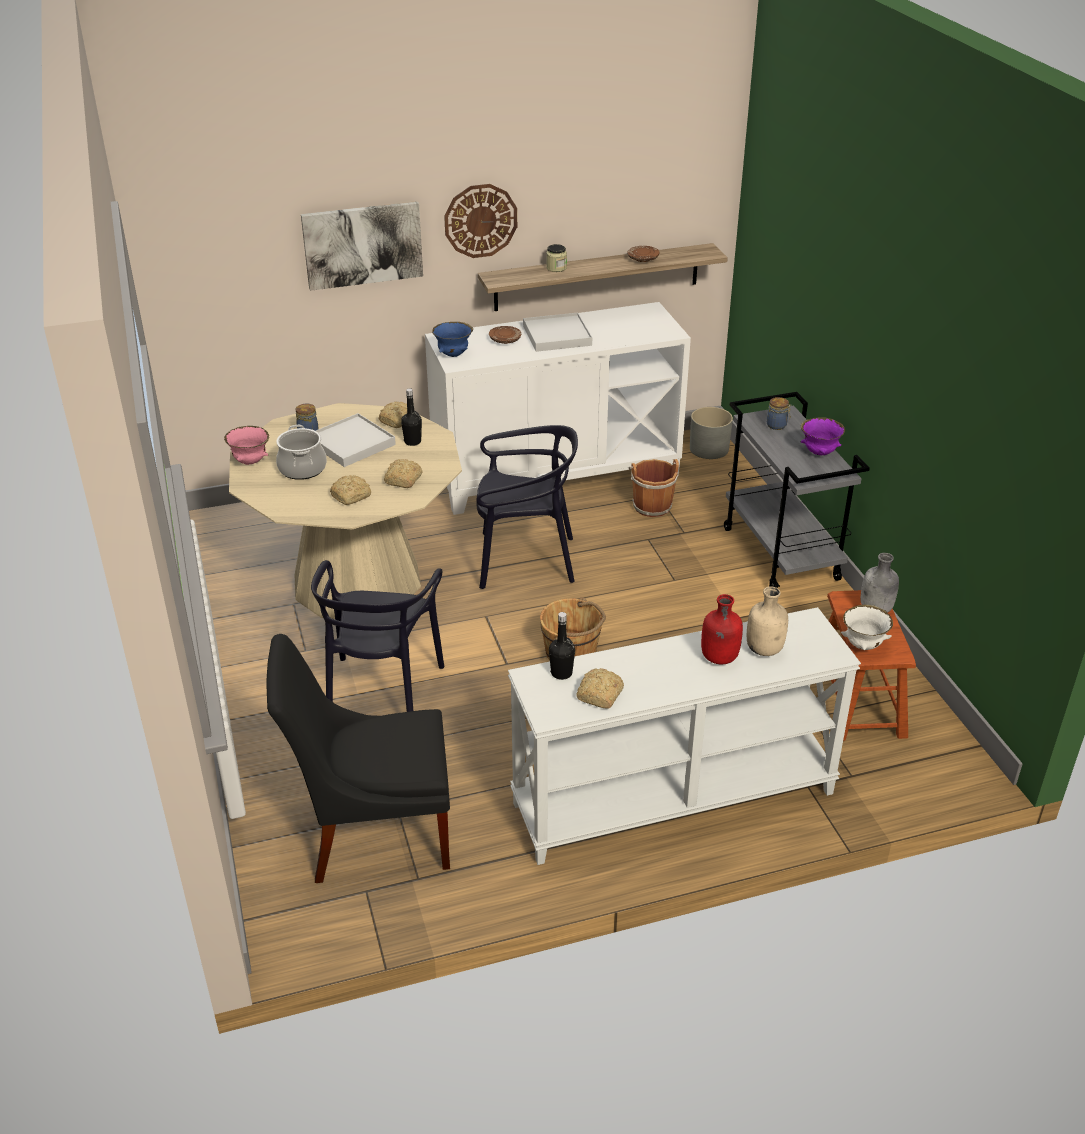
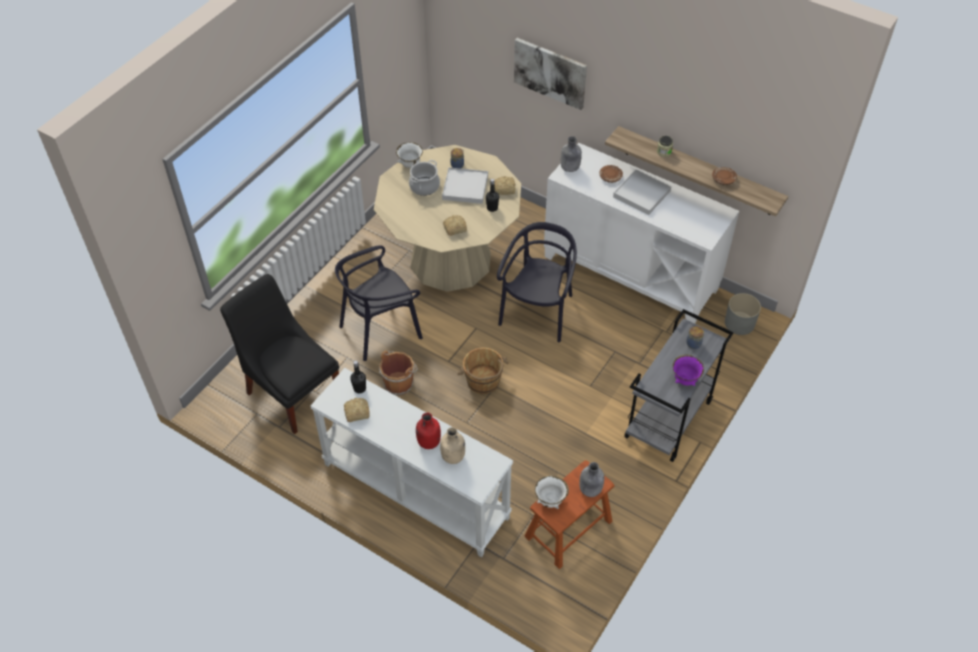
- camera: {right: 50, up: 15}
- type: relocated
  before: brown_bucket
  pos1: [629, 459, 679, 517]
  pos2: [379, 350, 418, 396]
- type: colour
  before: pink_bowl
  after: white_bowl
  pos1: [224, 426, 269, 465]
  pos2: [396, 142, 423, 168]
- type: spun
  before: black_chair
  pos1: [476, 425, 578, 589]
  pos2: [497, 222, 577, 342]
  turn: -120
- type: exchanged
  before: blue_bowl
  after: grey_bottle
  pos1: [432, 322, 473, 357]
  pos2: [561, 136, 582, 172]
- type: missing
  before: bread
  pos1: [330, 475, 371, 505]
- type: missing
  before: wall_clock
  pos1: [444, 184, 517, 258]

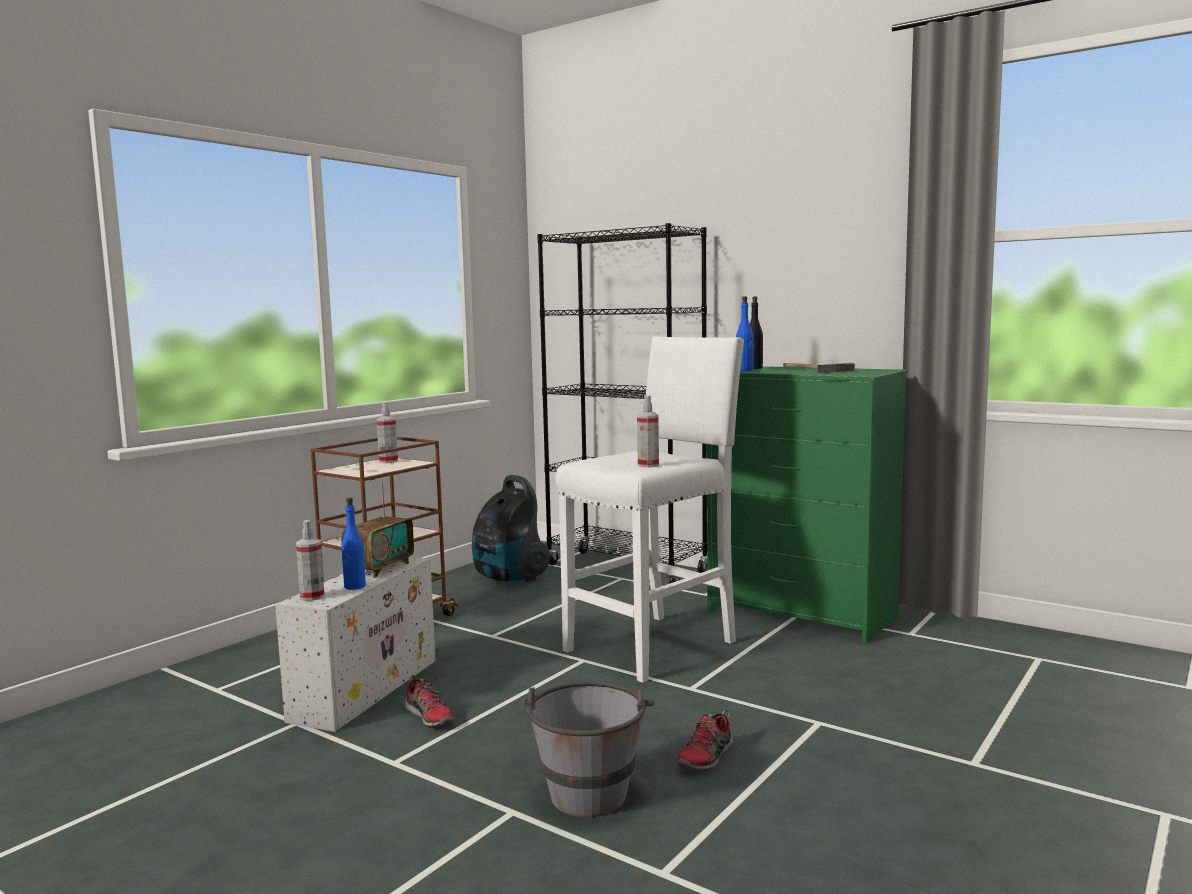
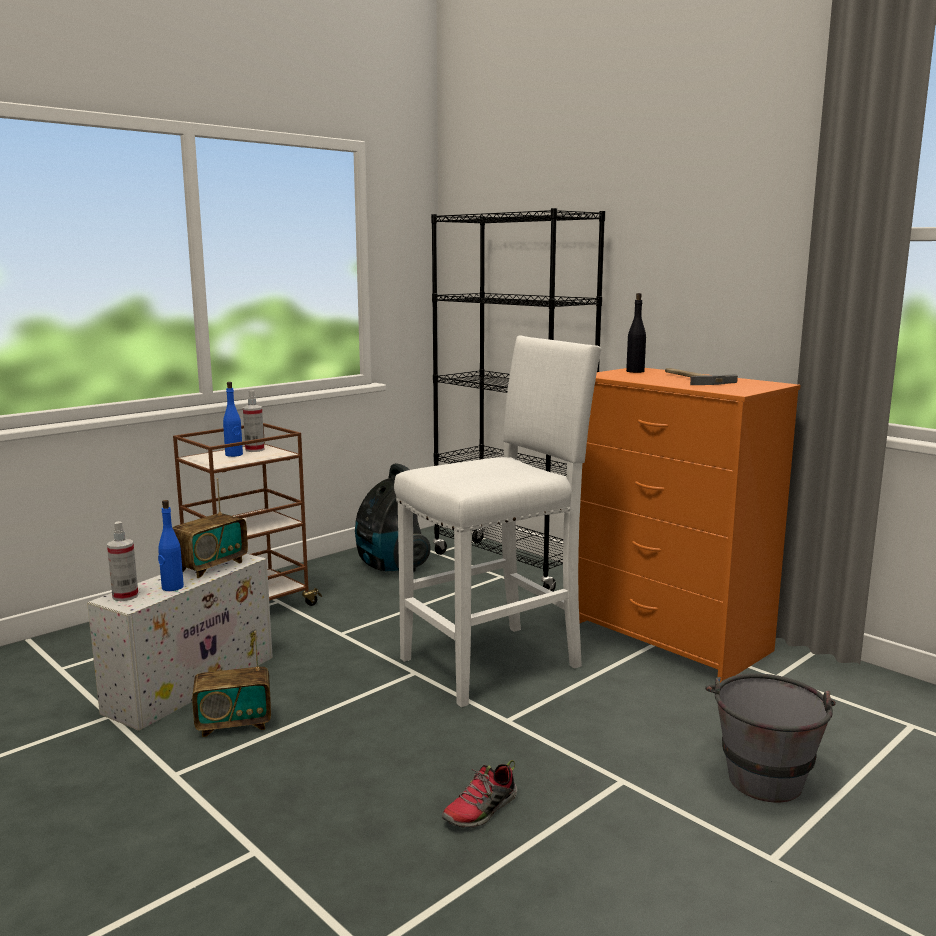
- camera: {right: 10, up: 5}
- type: exchanged
  before: shoe
  after: radio
  pos1: [405, 675, 454, 727]
  pos2: [192, 631, 271, 737]
- type: relocated
  before: blue_bottle
  pos1: [736, 296, 754, 371]
  pos2: [223, 382, 243, 457]
- type: colour
  before: green_dresser
  after: orange_dresser
  pos1: [707, 366, 908, 644]
  pos2: [578, 368, 801, 682]
- type: relocated
  before: grey_bucket
  pos1: [523, 681, 654, 817]
  pos2: [705, 673, 836, 802]
- type: missing
  before: spray_bottle
  pos1: [637, 395, 659, 468]

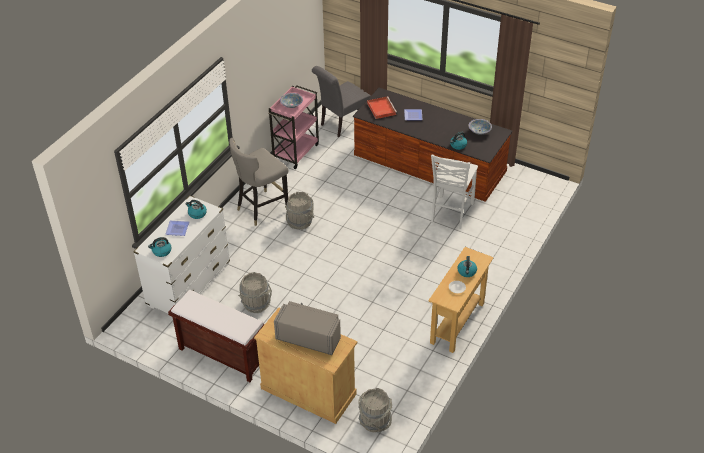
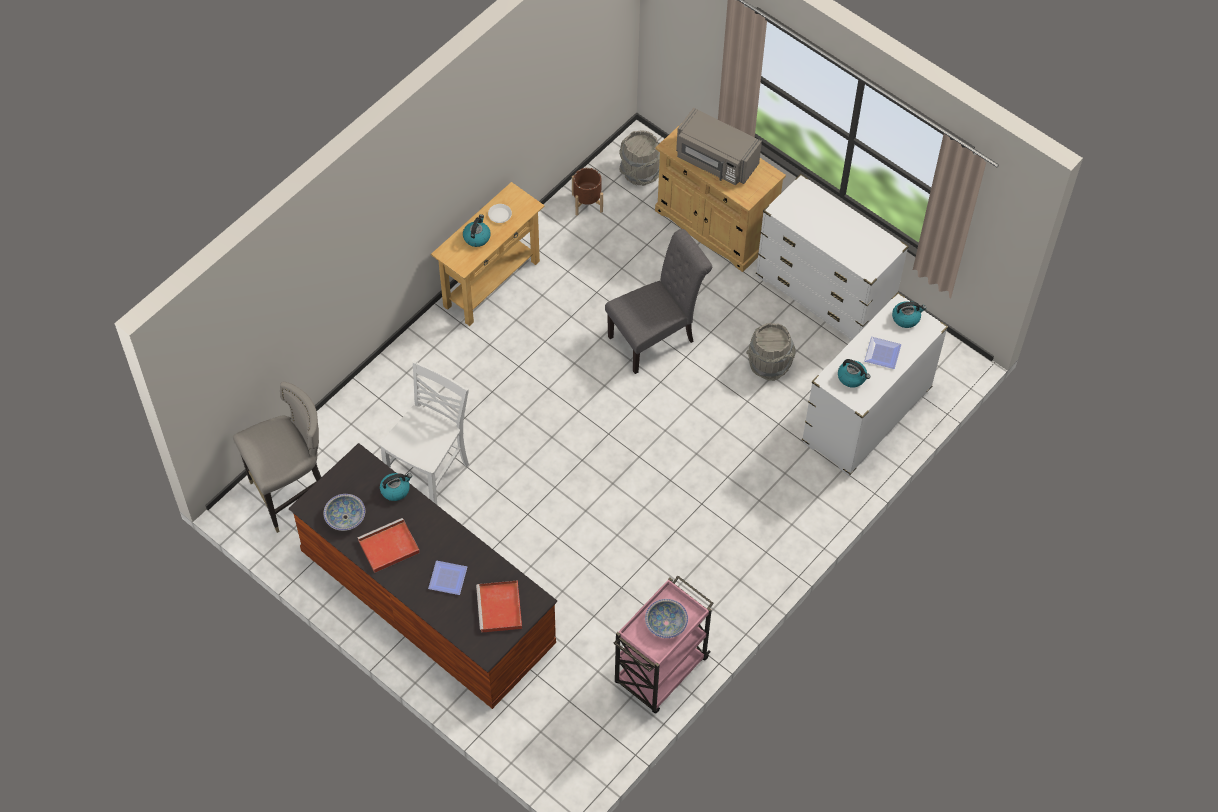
- camera: {right: -170, up: 15}
- type: relocated
  before: grey_stool
  pos1: [229, 138, 288, 226]
  pos2: [233, 382, 321, 533]
- type: appeared
  after: red_tray
  pos2: [358, 518, 420, 573]
- type: appeared
  after: brown_planter
  pos2: [572, 168, 603, 215]
- type: relocated
  before: grey_chair
  pos1: [312, 66, 371, 137]
  pos2: [605, 229, 712, 374]
- type: exchanged
  before: brown_bench
  after: white_dresser
  pos1: [168, 290, 265, 382]
  pos2: [756, 174, 909, 342]
- type: missing
  before: grey_bucket
  pos1: [285, 192, 315, 230]

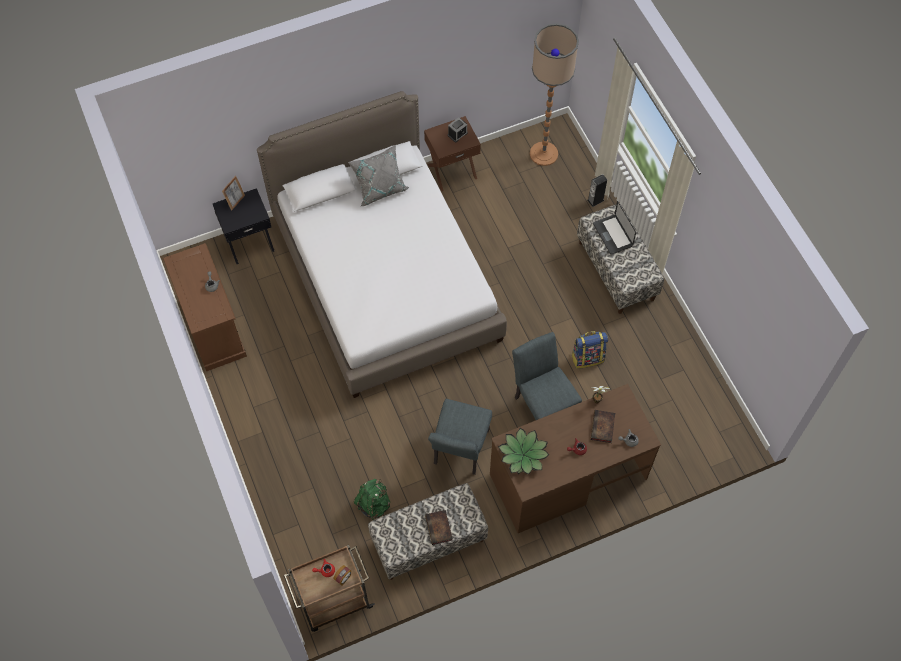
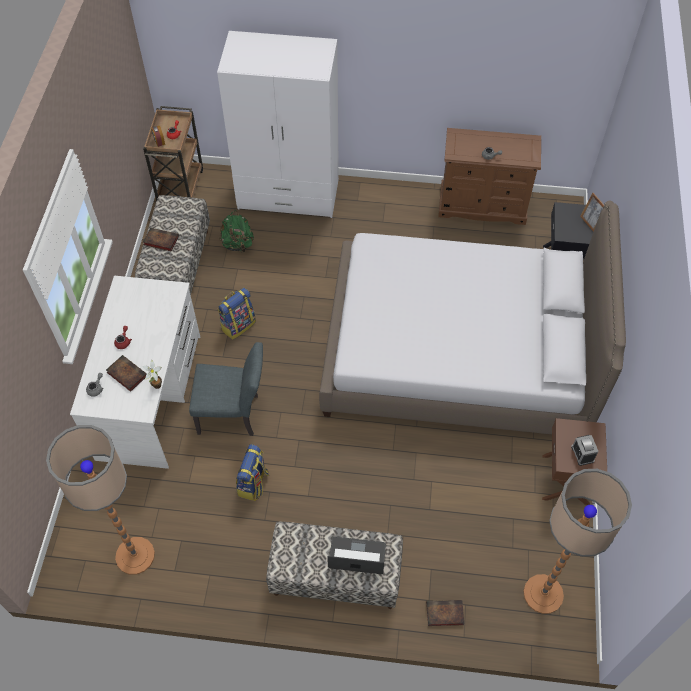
- camera: {right: 120, up: -5}
- type: appeared
  after: floor_lamp
  pos2: [46, 425, 155, 575]
- type: colour
  before: brown_desk
  after: white_desk
  pos1: [490, 384, 661, 533]
  pos2: [70, 276, 200, 469]
- type: appeared
  after: white_wardrobe
  pos2: [217, 31, 339, 218]
- type: exchanged
  before: grey_chair
  after: backpack
  pos1: [428, 399, 492, 475]
  pos2: [218, 288, 256, 340]
- type: exchanged
  before: speaker
  after: book
  pos1: [587, 174, 607, 207]
  pos2: [426, 600, 464, 626]
- type: missing
  before: grey_pillow
  pos1: [348, 145, 409, 206]
- type: missing
  before: potted_plant
  pos1: [498, 428, 549, 475]

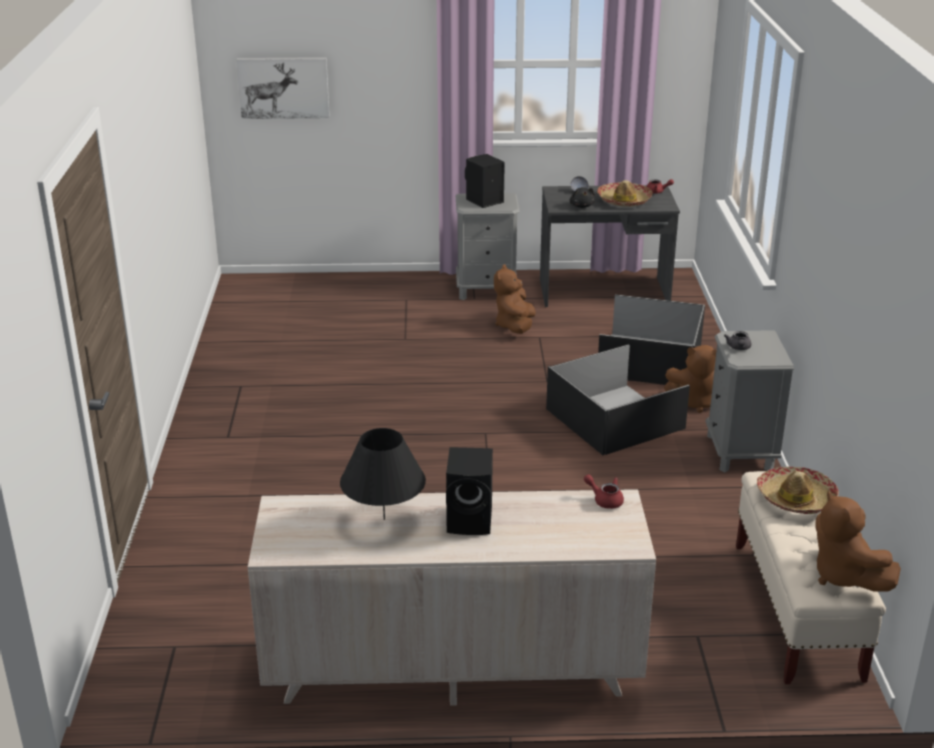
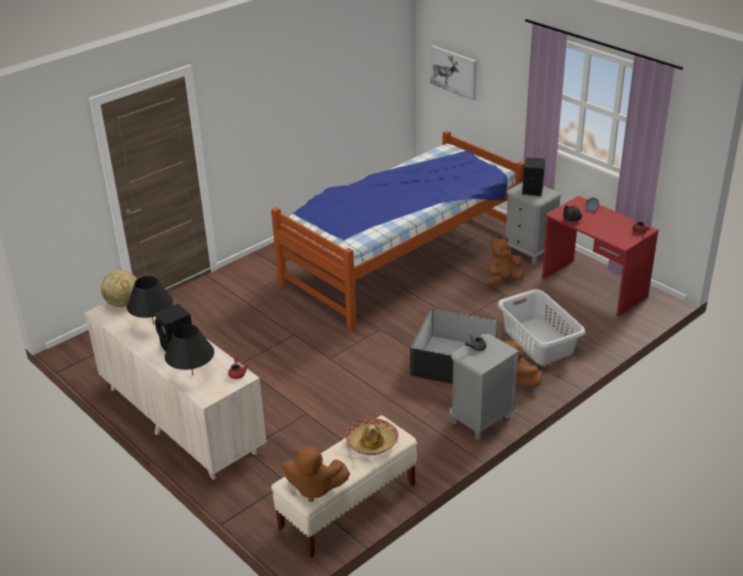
- camera: {right: 50, up: 5}
- type: appeared
  after: globe
  pos2: [101, 270, 137, 307]
- type: appeared
  after: black_table_lamp
  pos2: [165, 324, 214, 375]
- type: appeared
  after: bed
  pos2: [271, 131, 525, 331]
- type: spun
  before: brown_plush_toy
  pos1: [815, 491, 901, 592]
  pos2: [282, 446, 350, 502]
  turn: -105
- type: exchanged
  before: black_storage_box
  after: grey_laundry_basket
  pos1: [598, 294, 705, 385]
  pos2: [498, 289, 585, 364]
- type: colour
  before: grey_desk
  after: red_desk
  pos1: [540, 185, 680, 307]
  pos2: [542, 196, 659, 317]
- type: missing
  before: hat
  pos1: [597, 180, 653, 207]

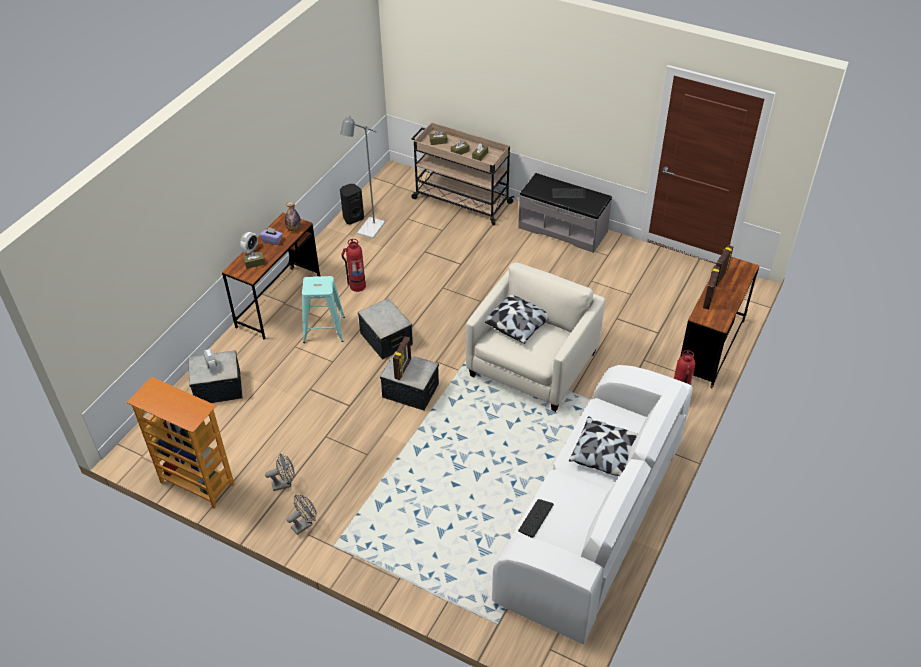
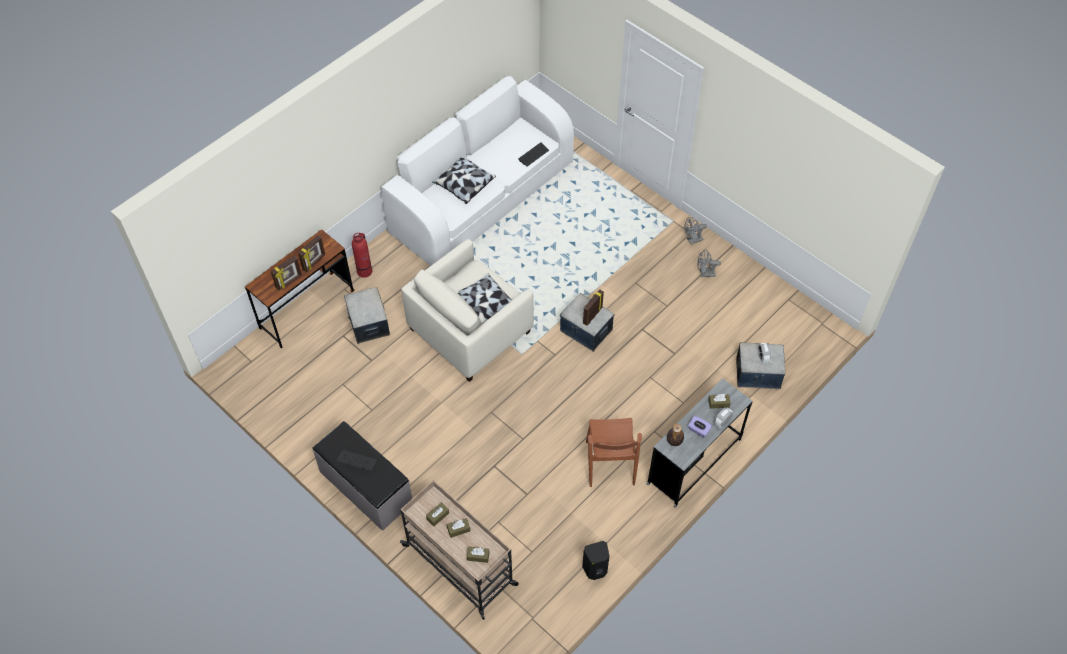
- camera: {right: -165, up: 10}
- type: relocated
  before: storage_box
  pos1: [358, 298, 413, 360]
  pos2: [344, 287, 390, 344]
- type: exchanged
  before: fire_extinguisher
  after: brown_chair
  pos1: [342, 239, 366, 292]
  pos2: [586, 418, 642, 487]
- type: colour
  before: brown_desk
  after: grey_desk
  pos1: [222, 213, 321, 340]
  pos2: [647, 378, 752, 507]
- type: missing
  before: bookcase
  pos1: [127, 377, 234, 509]
- type: missing
  before: turquoise_stool
  pos1: [302, 276, 345, 343]
- type: missing
  before: grey_floor_lamp
  pos1: [340, 116, 385, 239]

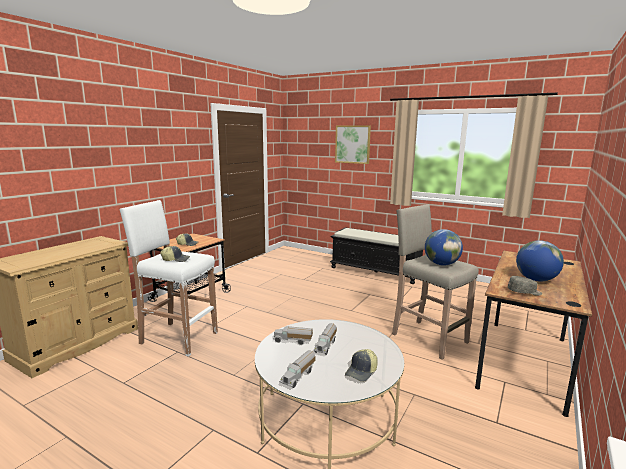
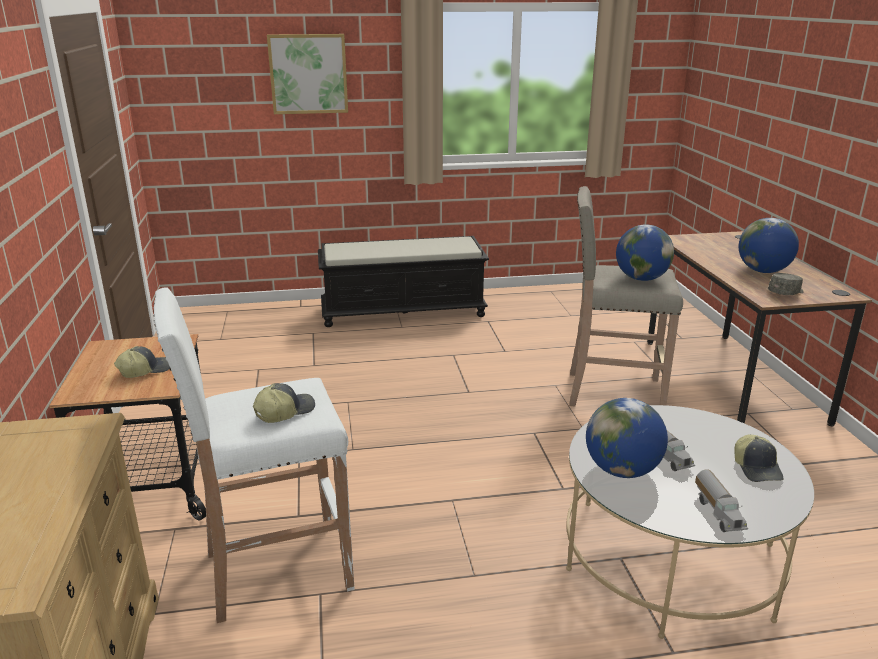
- camera: {right: -40, up: 10}
- type: exchanged
  before: toy_truck
  after: globe
  pos1: [273, 326, 313, 345]
  pos2: [586, 398, 668, 478]

